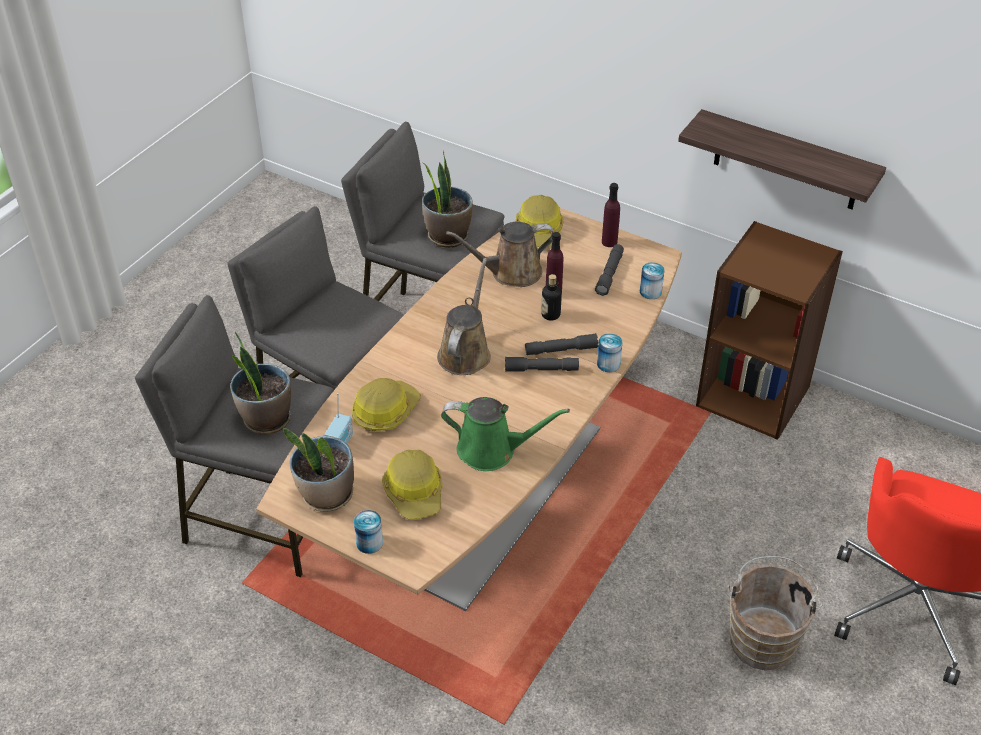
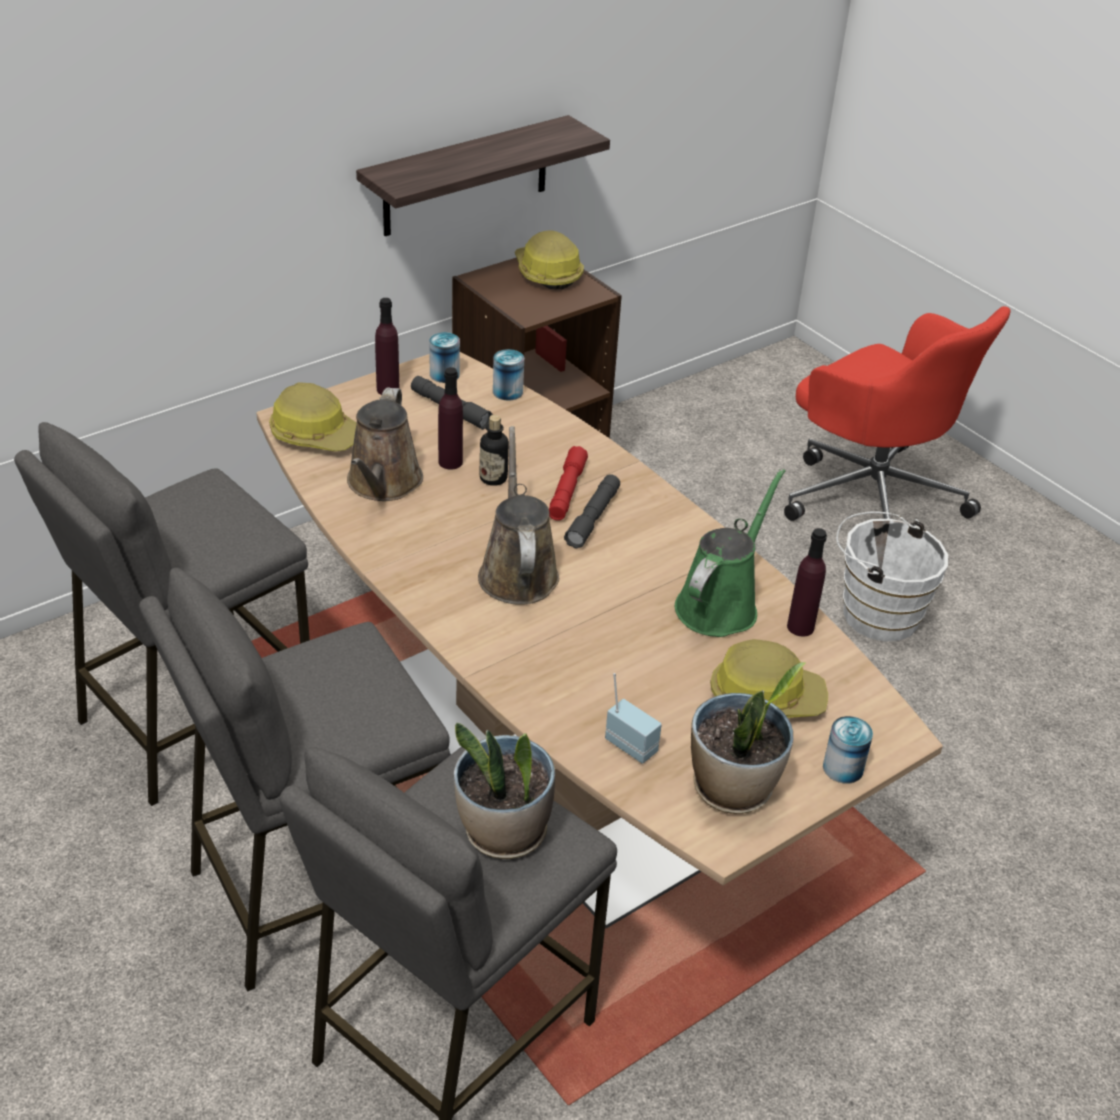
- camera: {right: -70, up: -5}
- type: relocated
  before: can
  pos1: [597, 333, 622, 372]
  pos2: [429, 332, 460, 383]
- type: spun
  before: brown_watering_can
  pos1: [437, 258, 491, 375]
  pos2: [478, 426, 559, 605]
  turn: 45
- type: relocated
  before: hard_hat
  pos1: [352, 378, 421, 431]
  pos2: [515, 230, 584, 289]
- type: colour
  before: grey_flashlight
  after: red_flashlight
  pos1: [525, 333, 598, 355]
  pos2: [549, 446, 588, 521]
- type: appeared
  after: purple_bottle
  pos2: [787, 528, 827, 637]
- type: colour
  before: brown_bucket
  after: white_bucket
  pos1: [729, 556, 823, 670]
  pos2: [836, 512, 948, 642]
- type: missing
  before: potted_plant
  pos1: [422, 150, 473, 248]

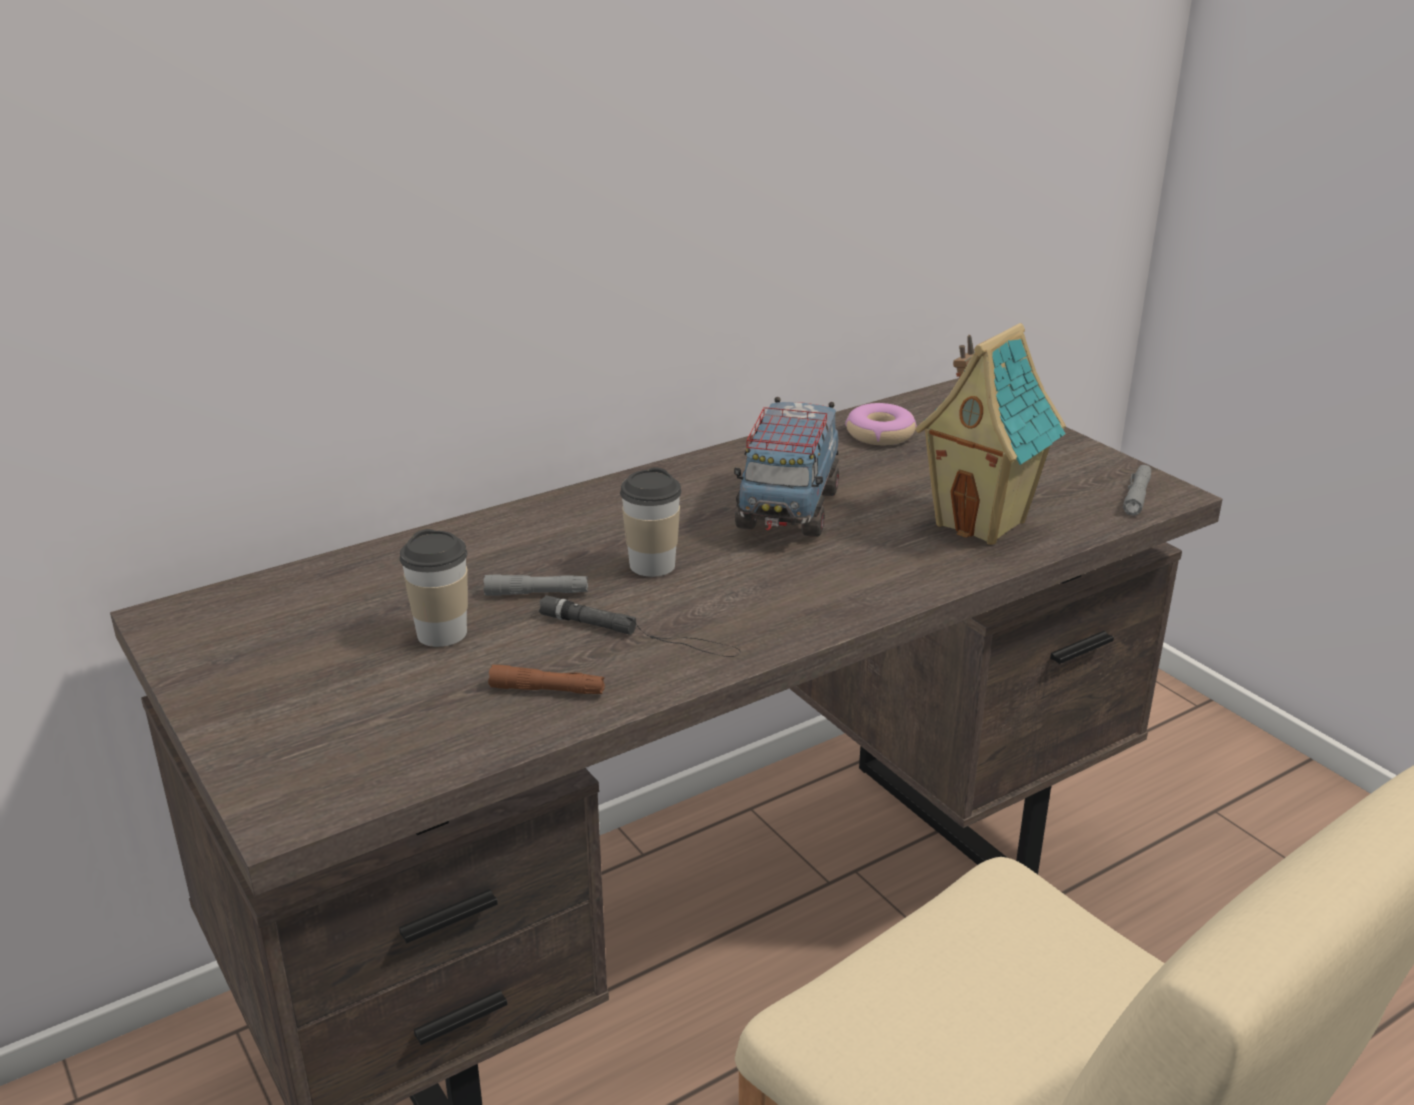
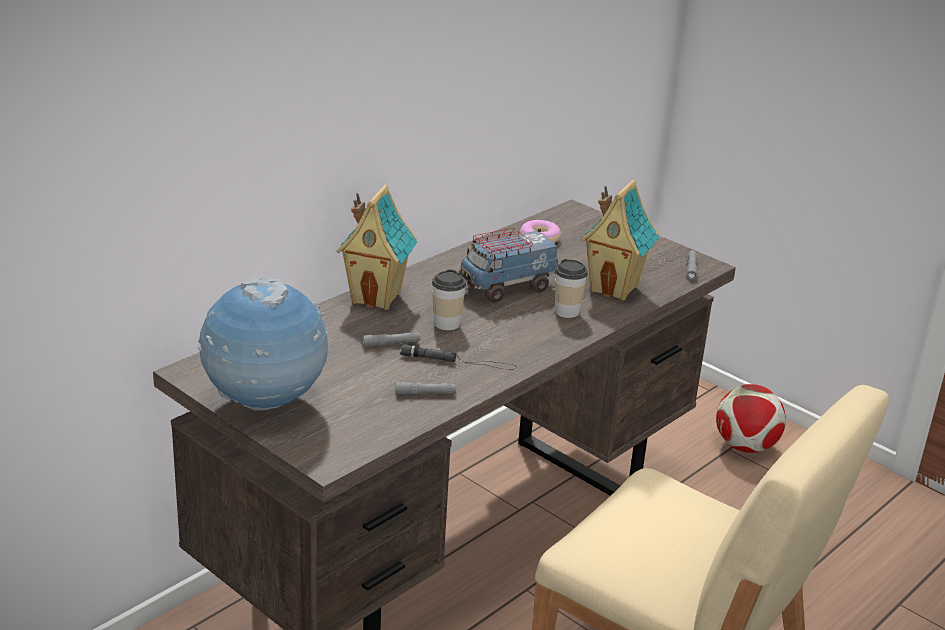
- camera: {right: -15, up: 0}
- type: appeared
  after: globe
  pos2: [198, 278, 328, 410]
- type: appeared
  after: toy_house
  pos2: [337, 184, 417, 310]
- type: colour
  before: brown_flashlight
  after: grey_flashlight
  pos1: [488, 665, 605, 694]
  pos2: [395, 382, 456, 395]
- type: spun
  before: toy_truck
  pos1: [734, 397, 839, 537]
  pos2: [459, 228, 558, 303]
  turn: 60
- type: relocated
  before: cup
  pos1: [400, 529, 468, 647]
  pos2: [555, 259, 588, 318]
- type: appeared
  after: football
  pos2: [716, 384, 786, 453]

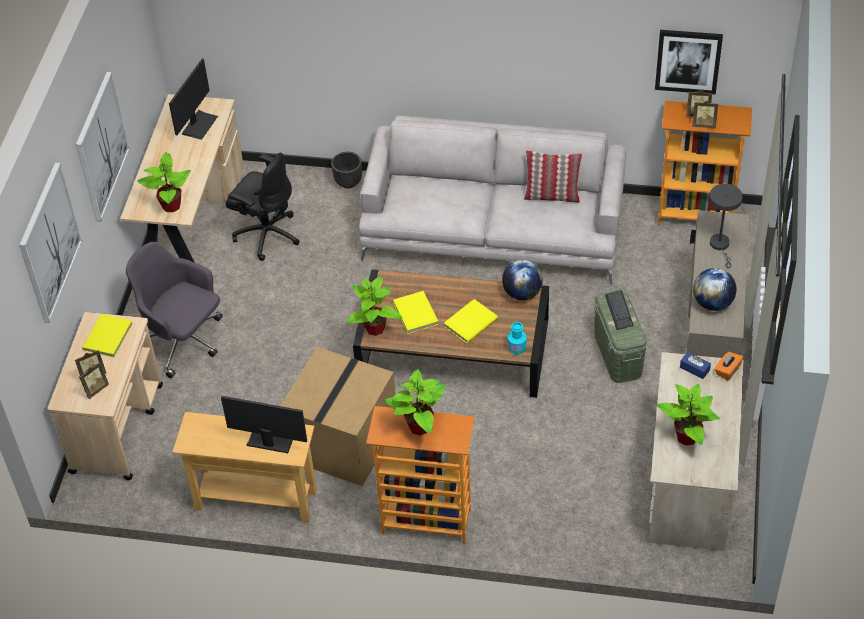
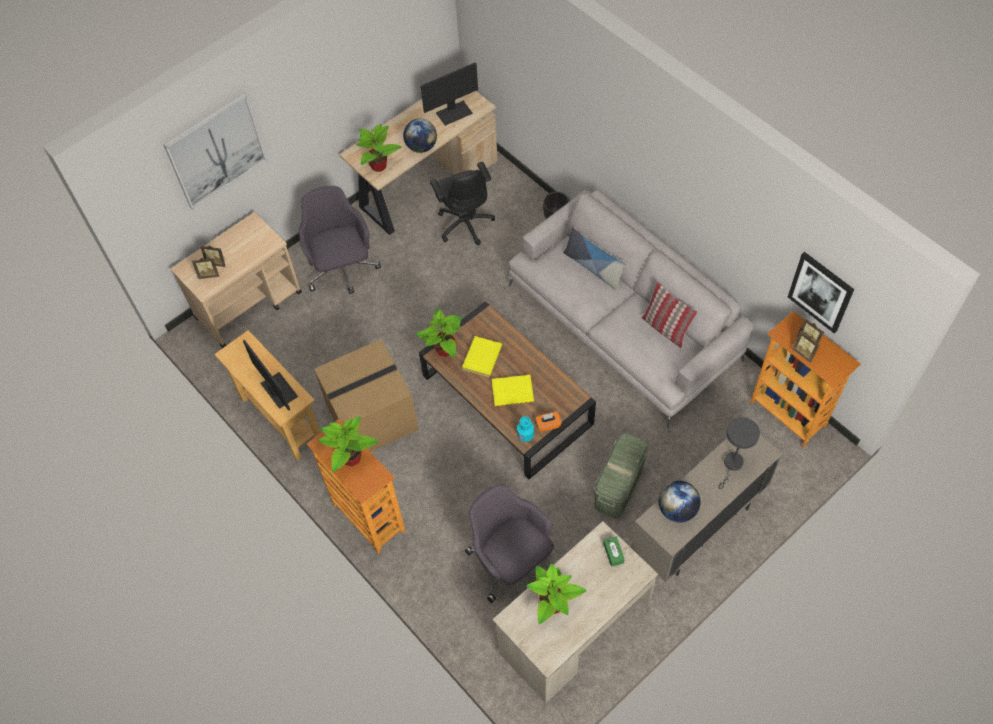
- camera: {right: 40, up: 10}
- type: relocated
  before: globe
  pos1: [502, 260, 543, 300]
  pos2: [403, 118, 437, 153]
- type: appeared
  after: grey_office_chair
  pos2: [465, 484, 554, 603]
- type: relocated
  before: orange_tissue_box
  pos1: [715, 352, 743, 380]
  pos2: [535, 412, 562, 432]
- type: appeared
  after: pillow
  pos2: [563, 227, 626, 290]
- type: colour
  before: blue_tissue_box
  after: green_tissue_box
  pos1: [680, 352, 711, 379]
  pos2: [603, 536, 625, 567]
- type: missing
  before: picture
  pos1: [76, 72, 130, 221]
- type: missing
  before: yellow_book
  pos1: [82, 314, 133, 358]
- type: missing
  before: keyboard
  pos1: [605, 290, 633, 330]

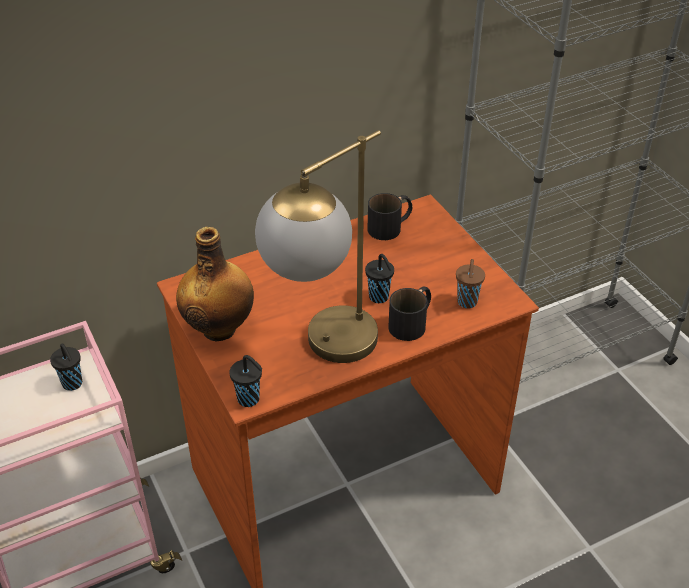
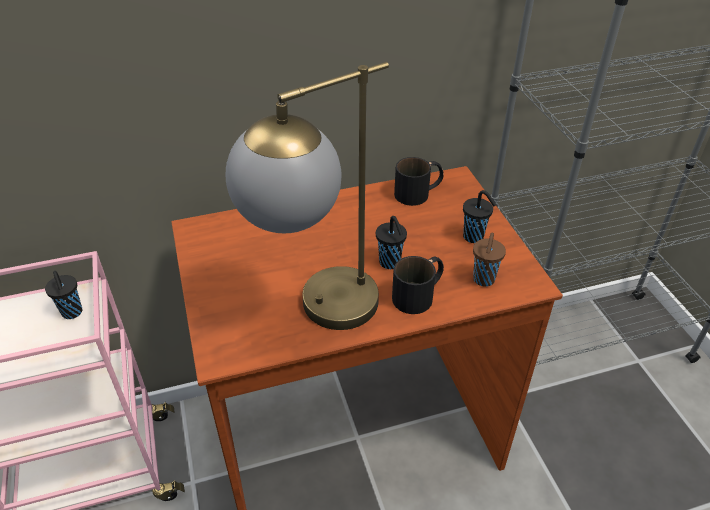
- camera: {right: 10, up: 0}
- type: relocated
  before: black_cup
  pos1: [229, 355, 262, 407]
  pos2: [463, 190, 496, 243]
- type: missing
  before: bottle
  pos1: [176, 227, 254, 342]

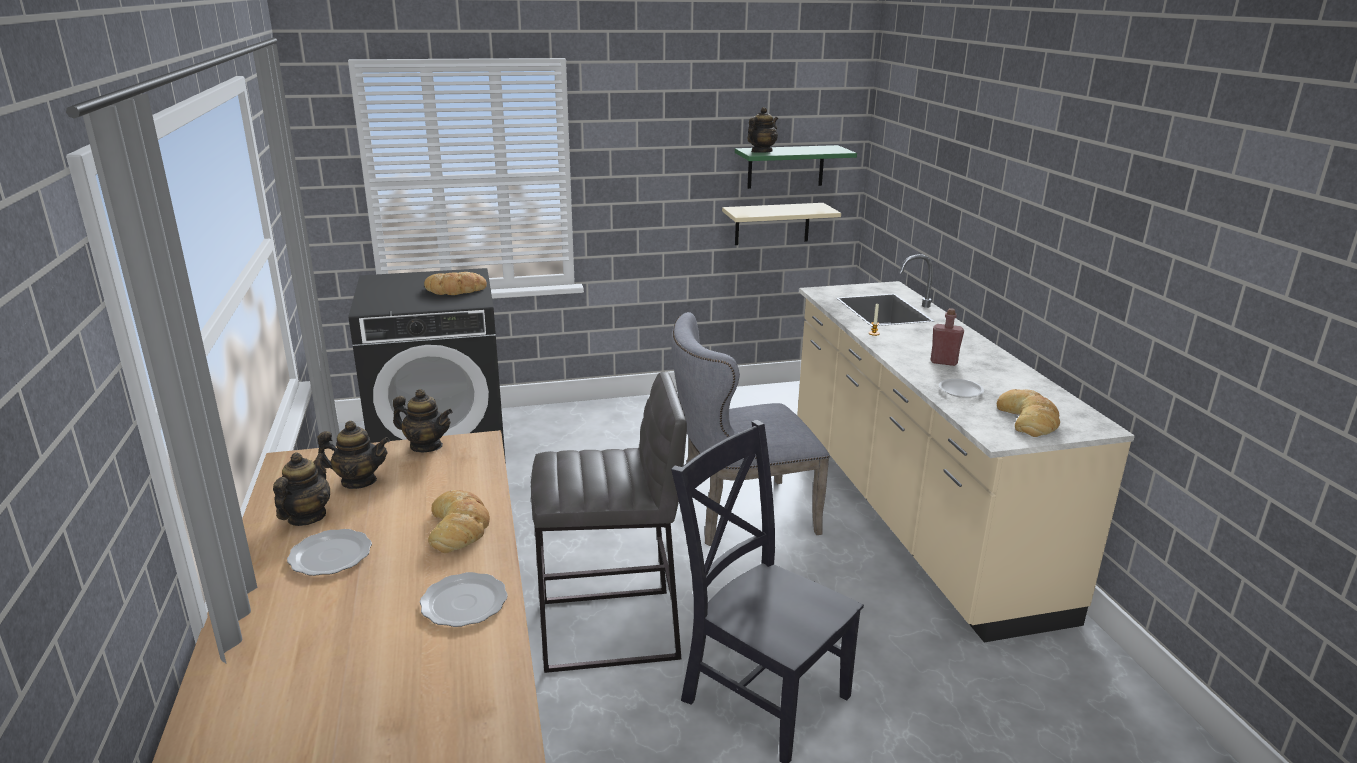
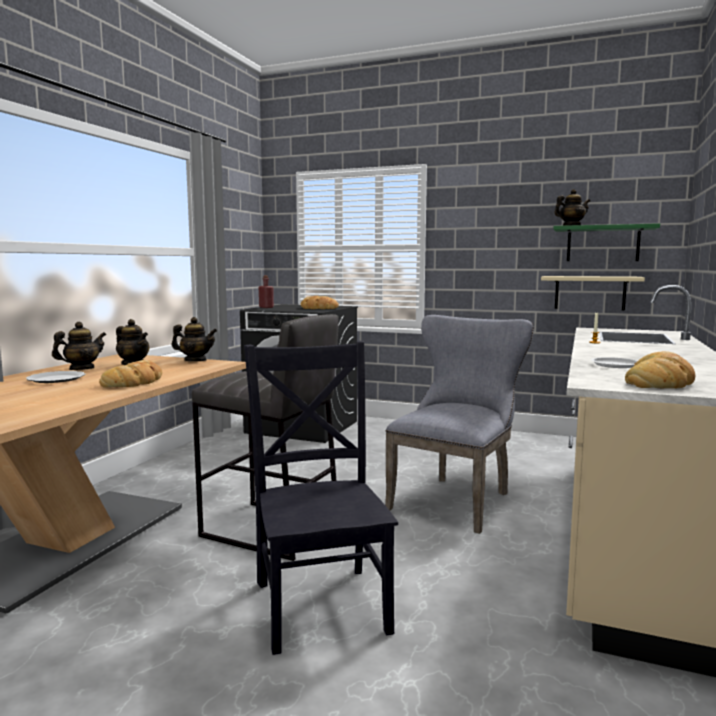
- camera: {right: 35, up: -15}
- type: spun
  before: teapot
  pos1: [393, 389, 453, 452]
  pos2: [172, 317, 217, 361]
  turn: -45
- type: relocated
  before: red_bottle
  pos1: [930, 308, 964, 366]
  pos2: [259, 275, 274, 308]
- type: spun
  before: grey_chair
  pos1: [671, 312, 830, 546]
  pos2: [385, 315, 533, 534]
  turn: 105
- type: missing
  before: plate
  pos1: [420, 572, 508, 627]

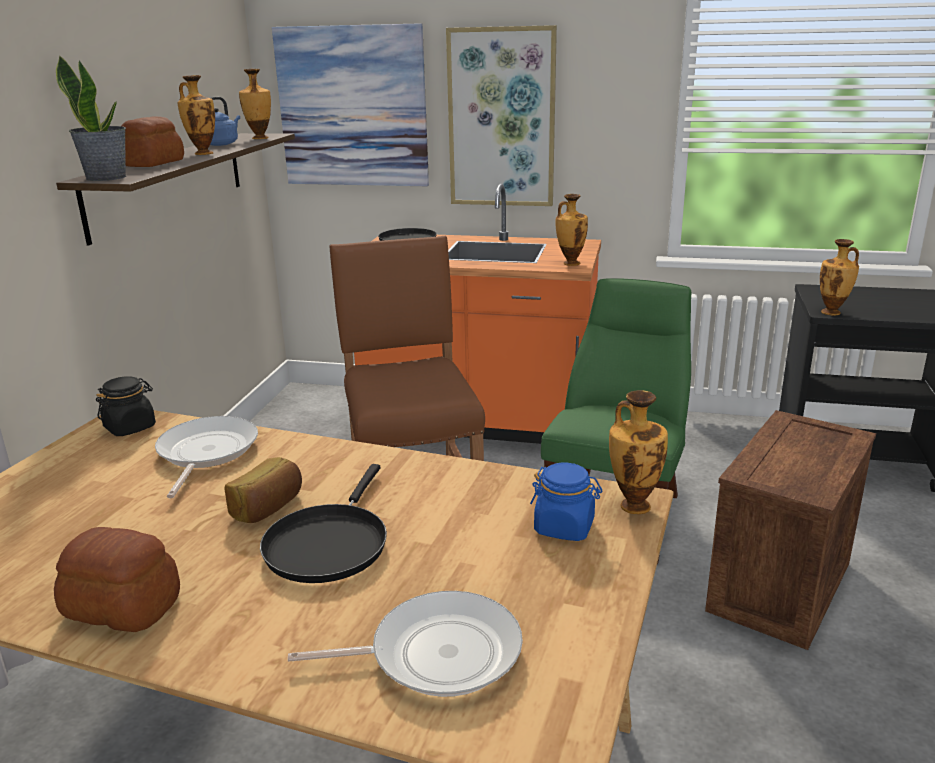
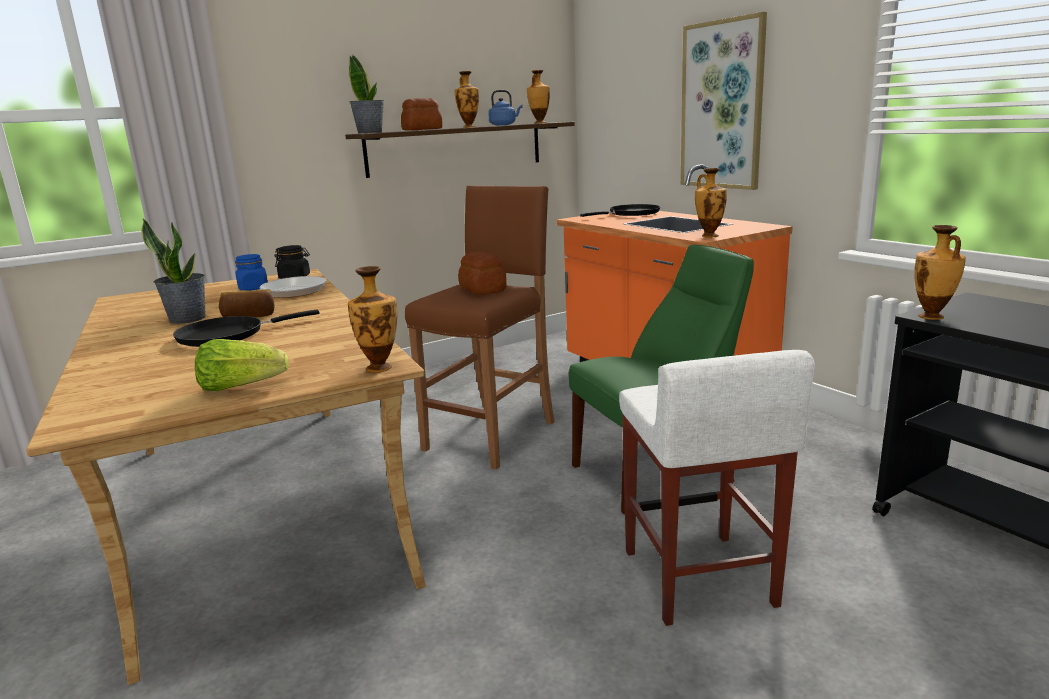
- camera: {right: 45, up: -5}
- type: appeared
  after: potted_plant
  pos2: [141, 218, 206, 324]
- type: appeared
  after: lettuce
  pos2: [195, 339, 289, 391]
- type: relocated
  before: blue_jar
  pos1: [530, 463, 602, 541]
  pos2: [235, 254, 268, 290]
- type: relocated
  before: bread
  pos1: [54, 527, 180, 632]
  pos2: [458, 251, 507, 295]
- type: exchanged
  before: crate
  after: white_stool
  pos1: [705, 410, 876, 650]
  pos2: [619, 350, 815, 626]
- type: missing
  before: picture
  pos1: [272, 23, 429, 186]
- type: missing
  before: frying_pan
  pos1: [288, 591, 523, 697]

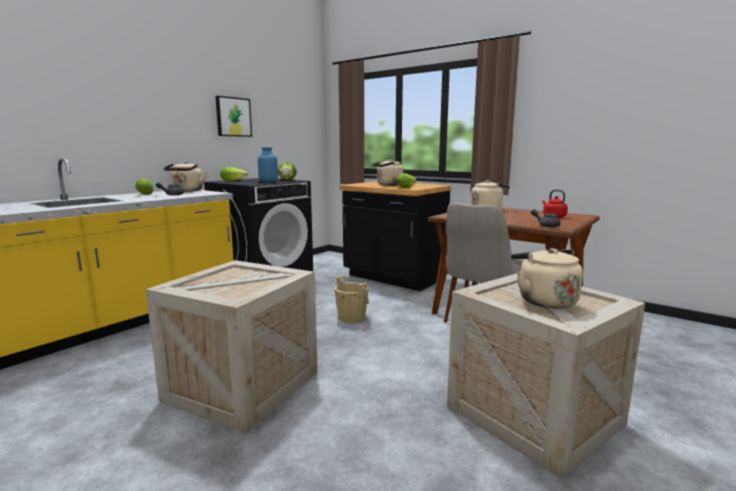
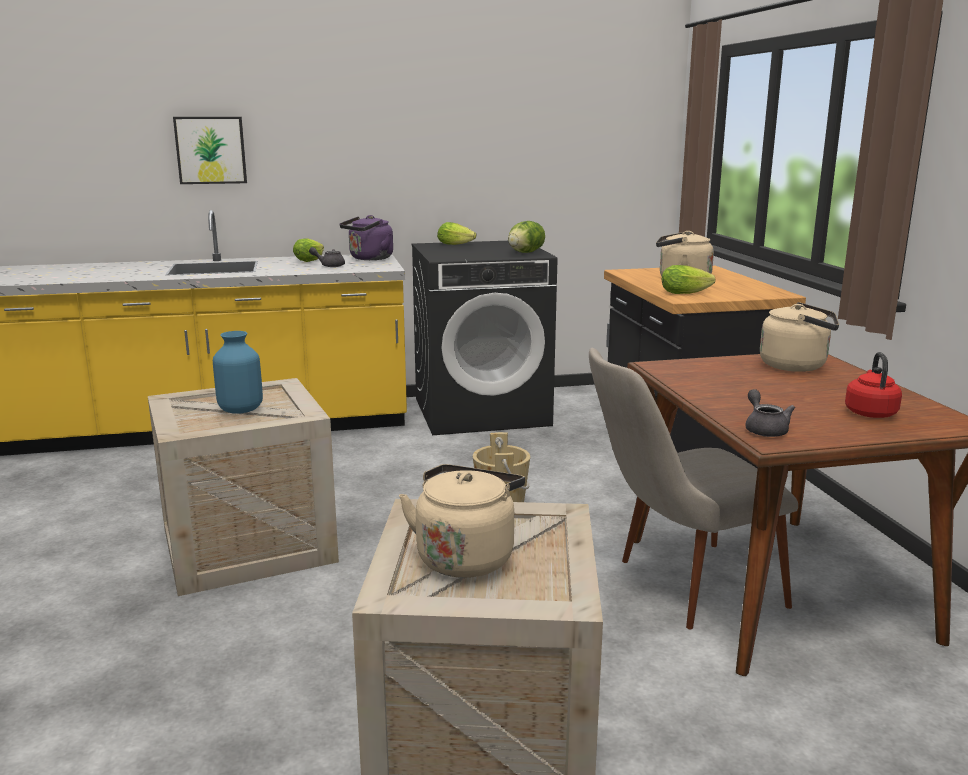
- camera: {right: 40, up: 5}
- type: relocated
  before: picture
  pos1: [215, 96, 252, 137]
  pos2: [173, 117, 247, 184]
- type: relocated
  before: blue_vase
  pos1: [258, 147, 278, 182]
  pos2: [213, 331, 263, 414]
- type: colour
  before: beige_kettle
  after: purple_kettle
  pos1: [164, 162, 207, 192]
  pos2: [340, 215, 393, 260]

